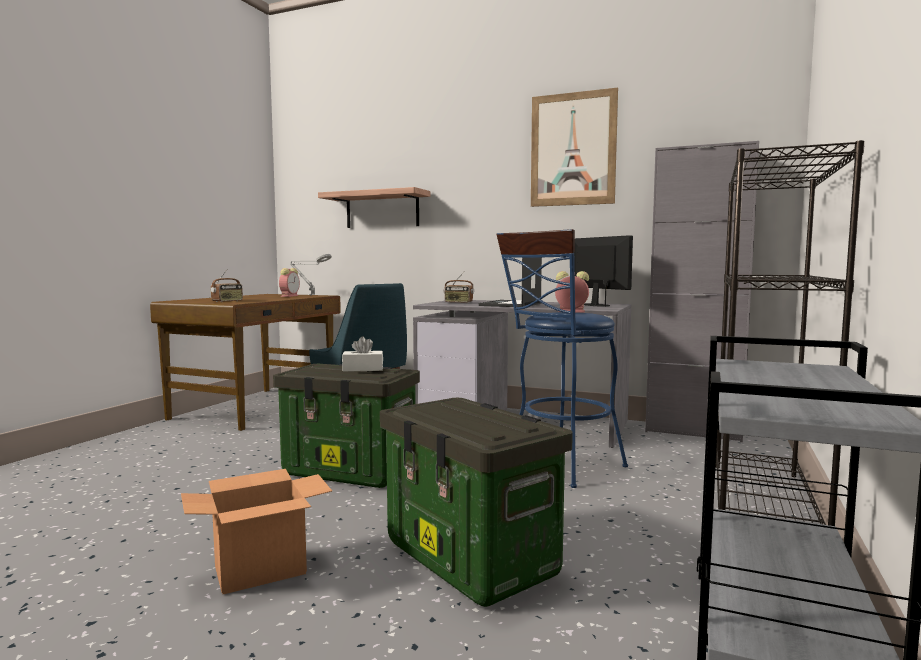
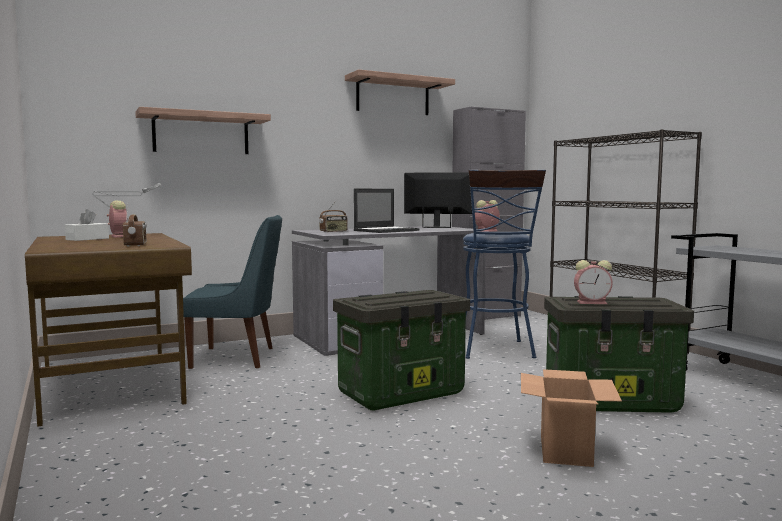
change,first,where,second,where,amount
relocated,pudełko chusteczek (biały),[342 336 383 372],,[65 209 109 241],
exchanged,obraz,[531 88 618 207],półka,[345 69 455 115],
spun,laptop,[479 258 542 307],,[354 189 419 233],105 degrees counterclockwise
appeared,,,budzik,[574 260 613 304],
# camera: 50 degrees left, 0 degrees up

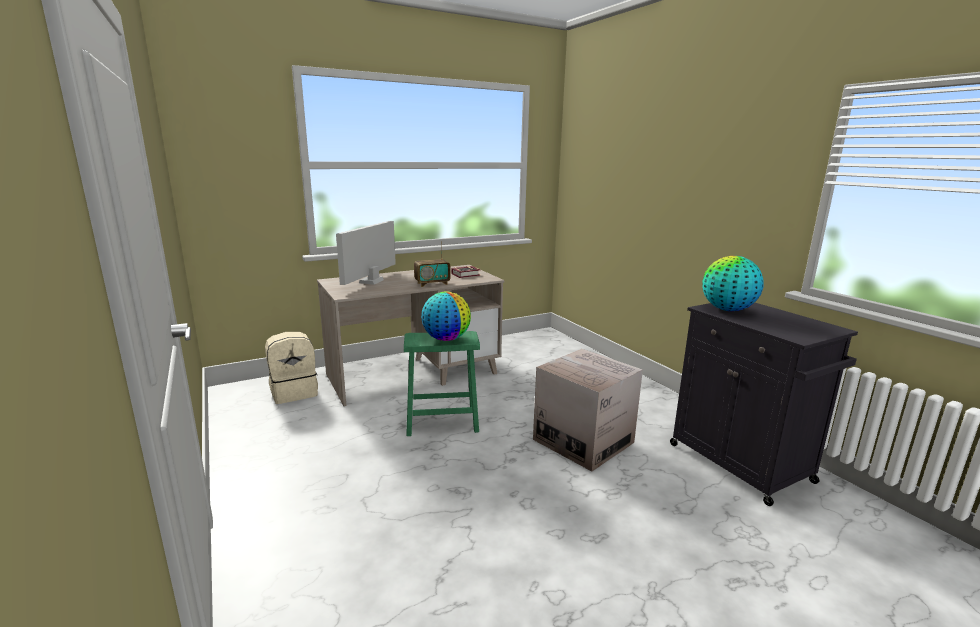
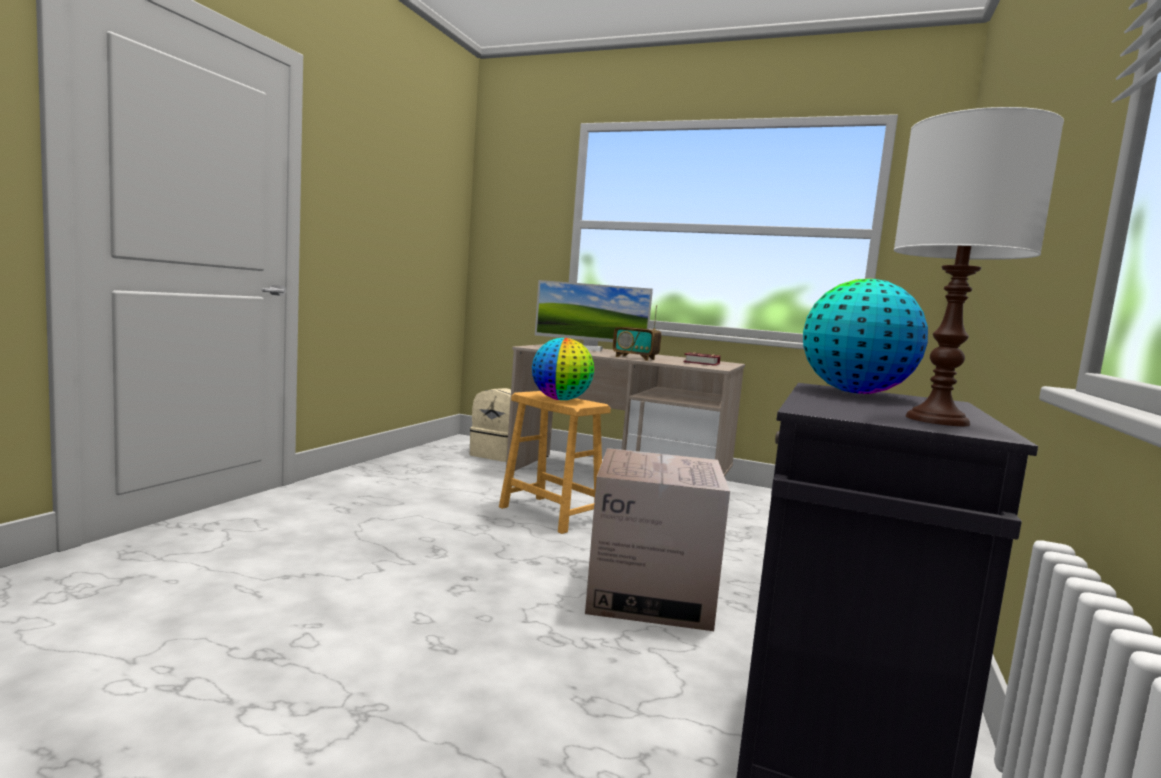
change,first,where,second,where,amount
colour,stołek (zielony),[404 331 480 436],stołek (brązowy),[499 391 611 534],
spun,monitor,[336 221 396 285],,[535 280 653 351],150 degrees counterclockwise
appeared,,,lampa stołowa (biały),[894 107 1064 426],
# camera: 50 degrees right, 10 degrees down

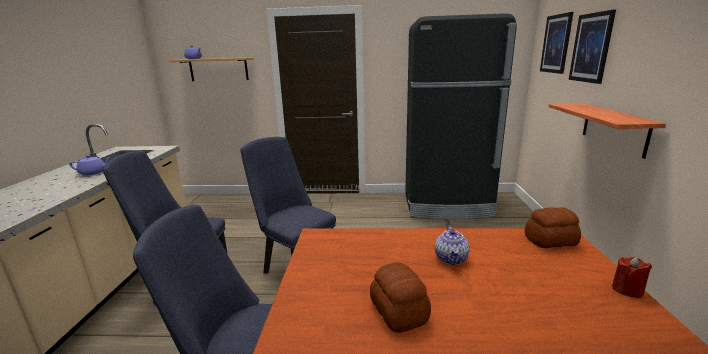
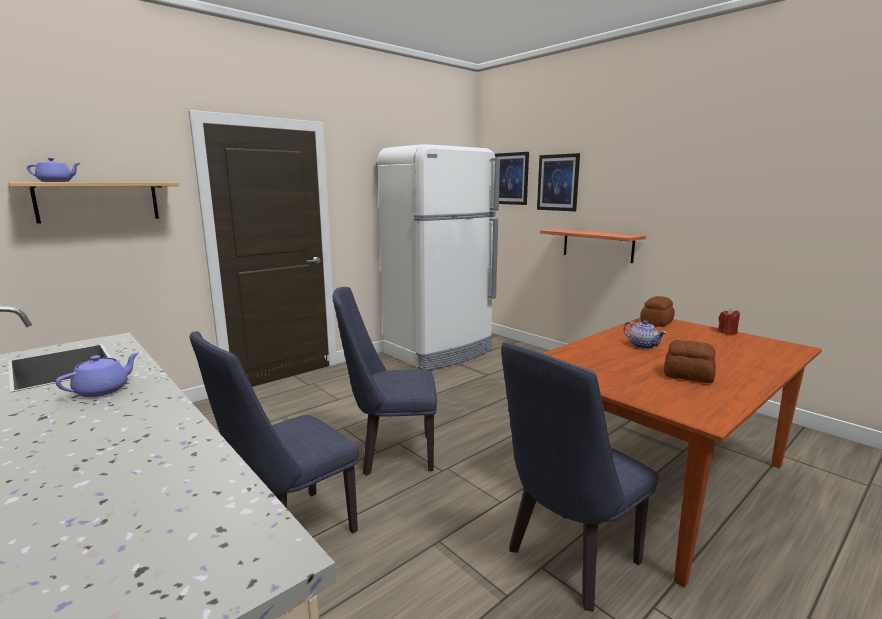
change,first,where,second,where,amount
colour,lodówka (czarny),[405 13 517 220],lodówka (biały),[378 144 500 370],
# camera: 45 degrees left, 5 degrees down

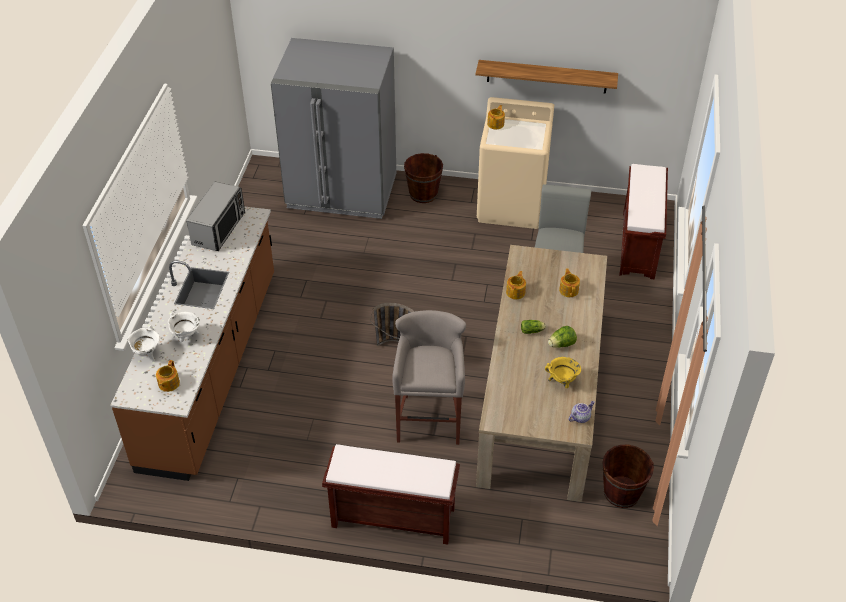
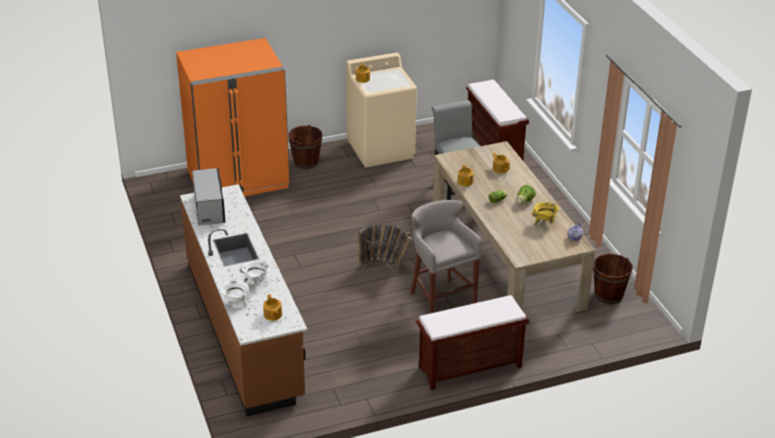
change,first,where,second,where,amount
colour,lodówka (szary),[271 38 396 219],lodówka (pomarańczowy),[176 38 290 196],
missing,półka,[476 60 618 94],,,
# camera: 30 degrees left, 10 degrees down

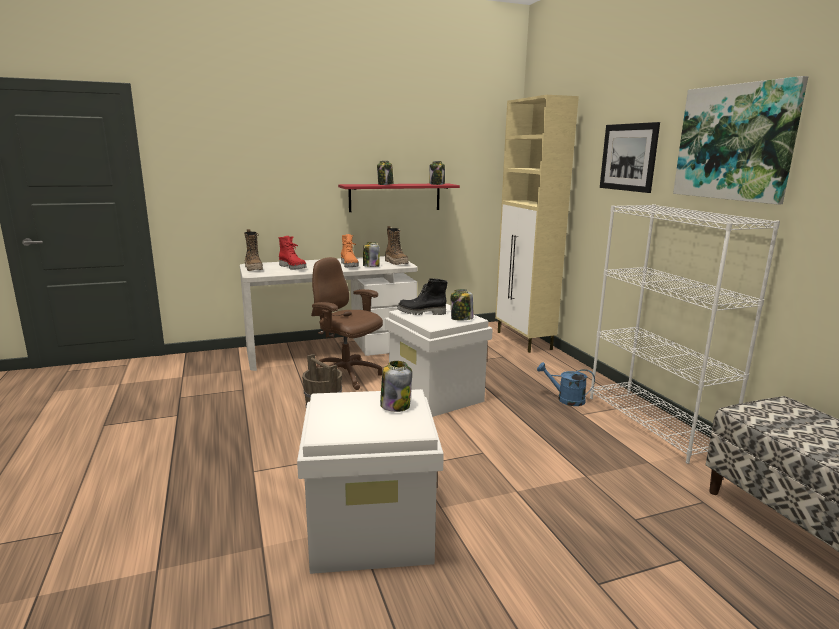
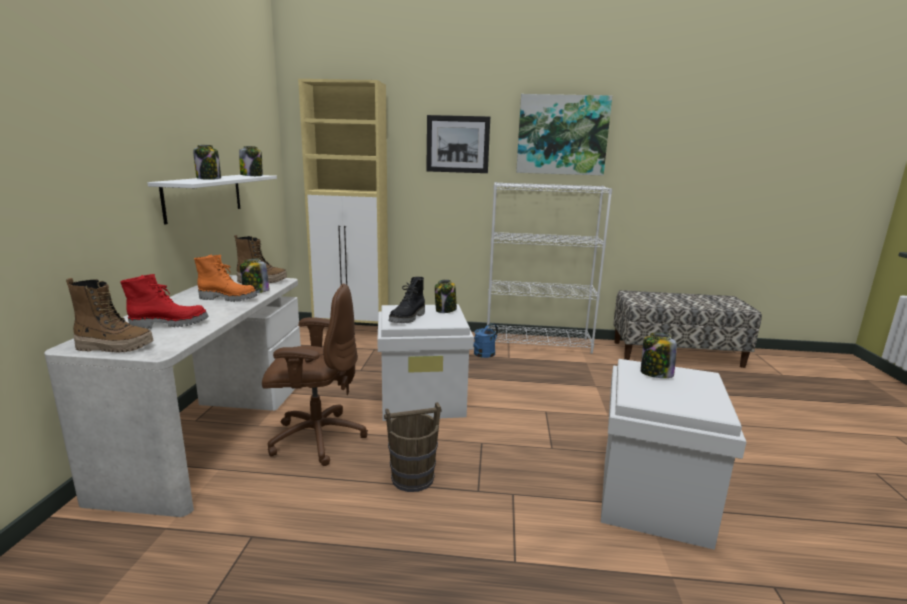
change,first,where,second,where,amount
colour,półka (czerwony),[338 183 460 212],półka (biały),[147 175 277 224],
spun,krzesło biurowe (brązowy),[311 257 383 390],,[262 284 368 466],150 degrees counterclockwise
# camera: 65 degrees left, 0 degrees up

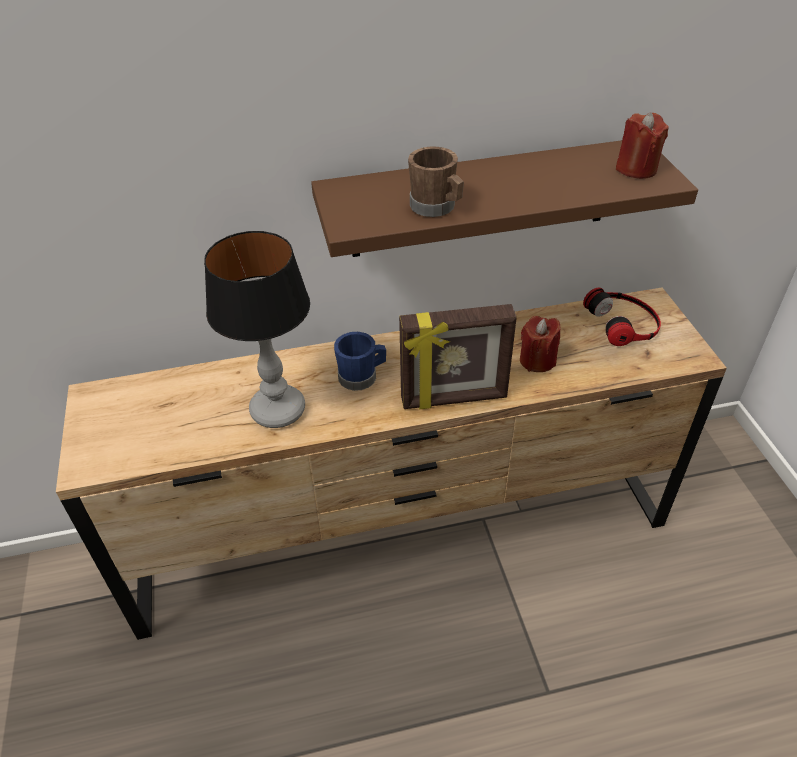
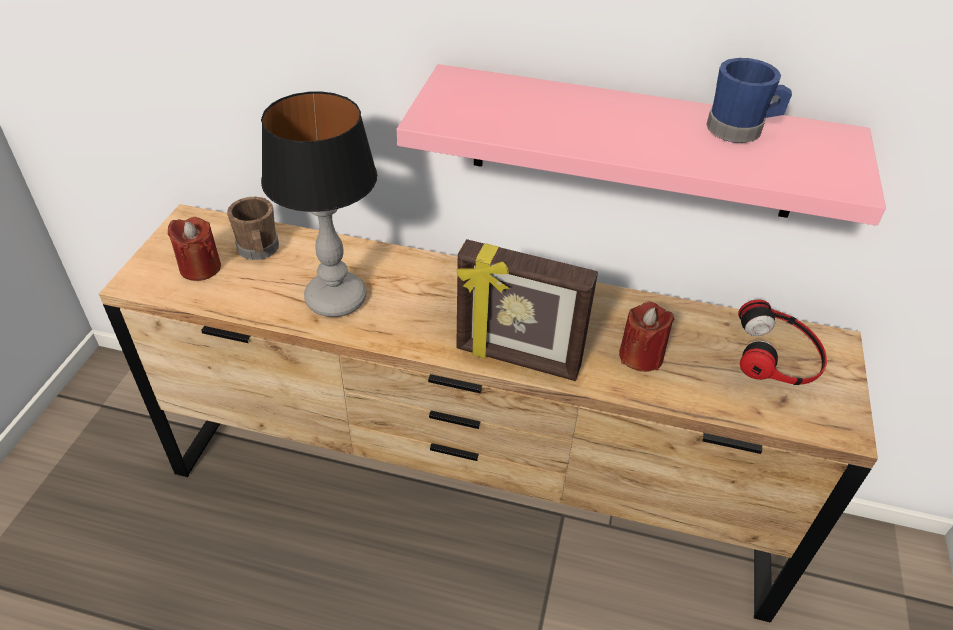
change,first,where,second,where,amount
relocated,świeca (czerwony),[616 112 669 179],,[168 217 221 281],
relocated,kubek (brązowy),[408 146 464 217],,[227 197 279 260],
colour,półka (brązowy),[311 140 698 257],półka (różowy),[397 64 886 226],
relocated,kubek (niebieski),[334 332 386 391],,[706 58 792 143],
# camera: 25 degrees right, 0 degrees up

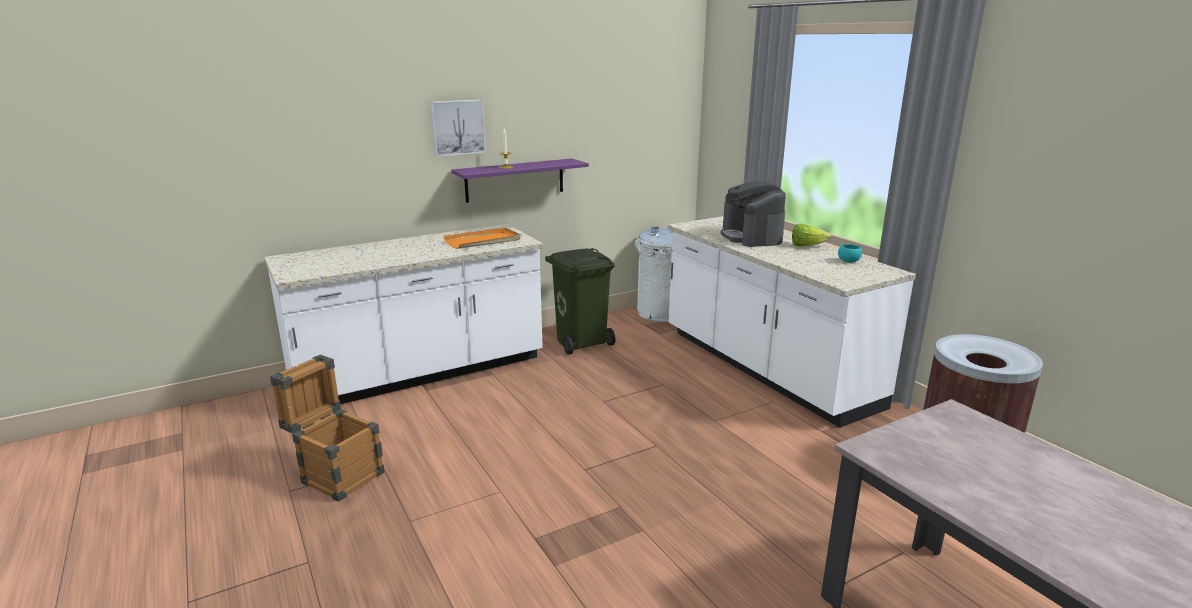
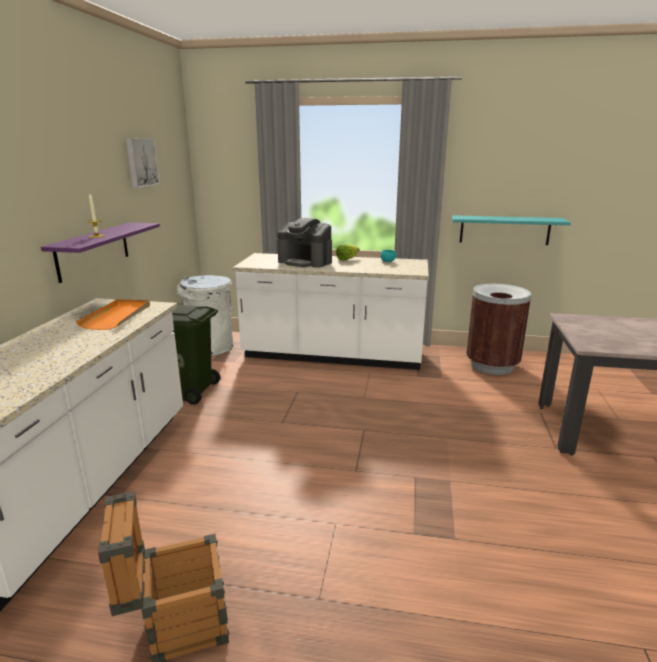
change,first,where,second,where,amount
relocated,obraz,[430 100 486 157],,[126 138 160 188],
appeared,,,półka (turkusowy),[452 215 571 245],
# camera: 50 degrees left, 0 degrees up

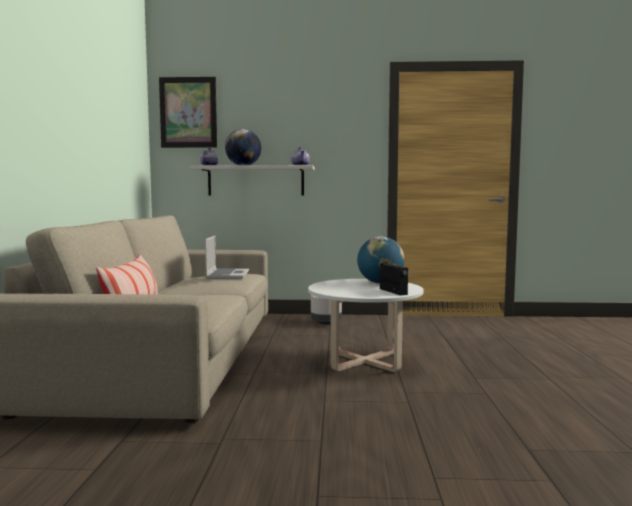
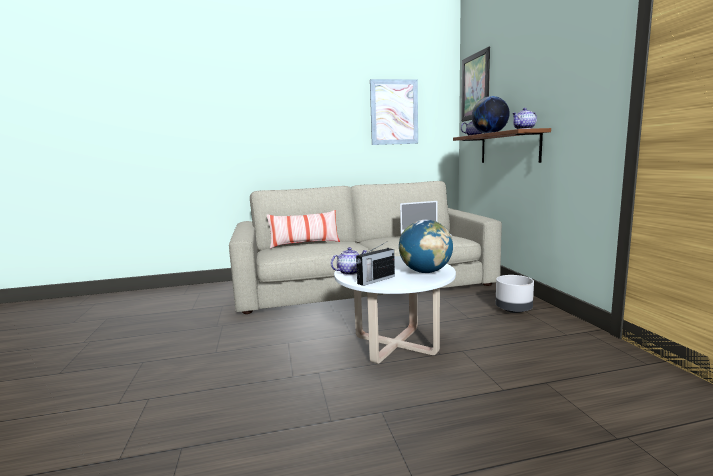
change,first,where,second,where,amount
appeared,,,imbryk,[331 247 367 275],
appeared,,,obraz,[370 79 418 145],
colour,półka (biały),[189 165 314 195],półka (brązowy),[453 128 551 163],
# camera: 75 degrees right, 5 degrees up

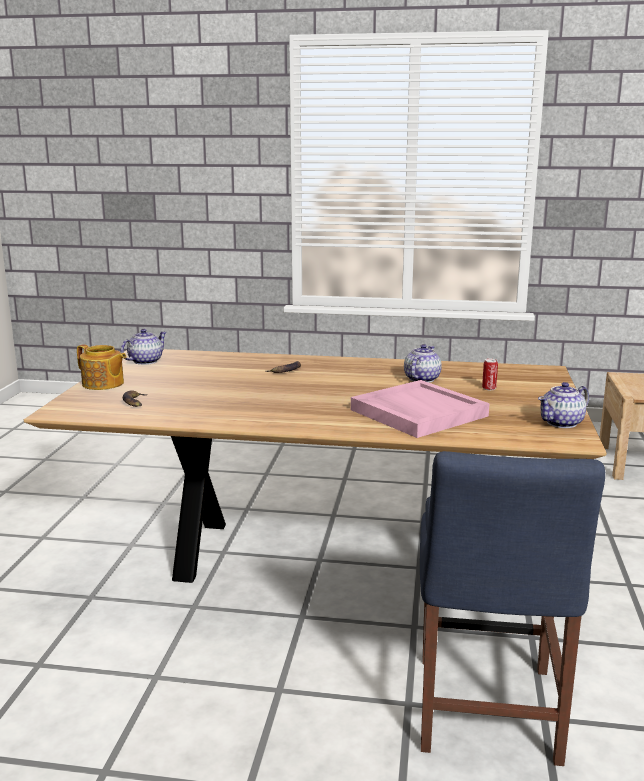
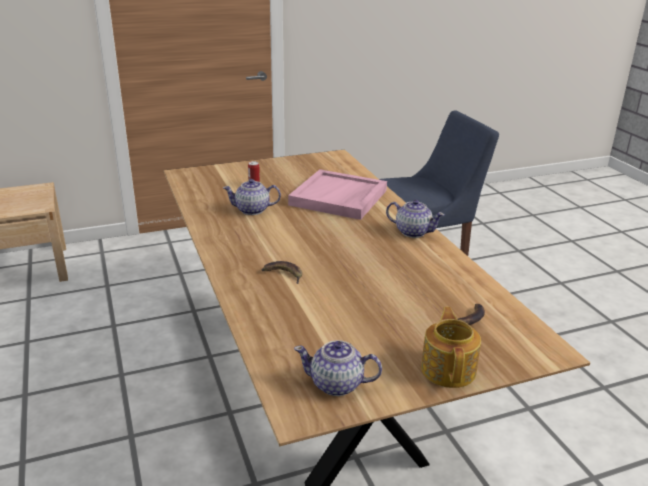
change,first,where,second,where,amount
relocated,imbryk,[538 382 589 428],,[386 200 445 238],
# camera: 120 degrees left, 10 degrees up

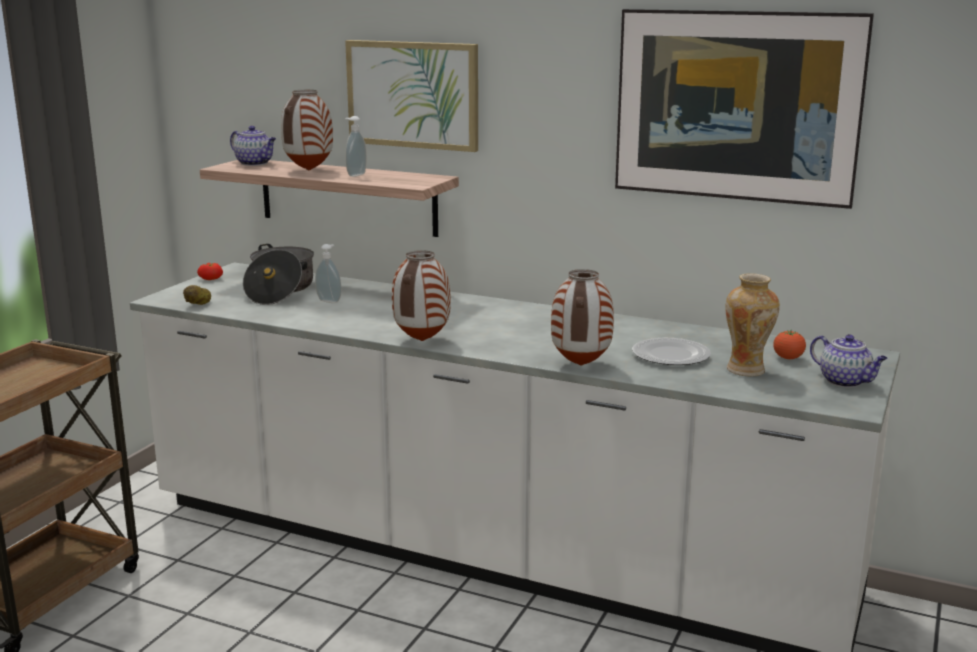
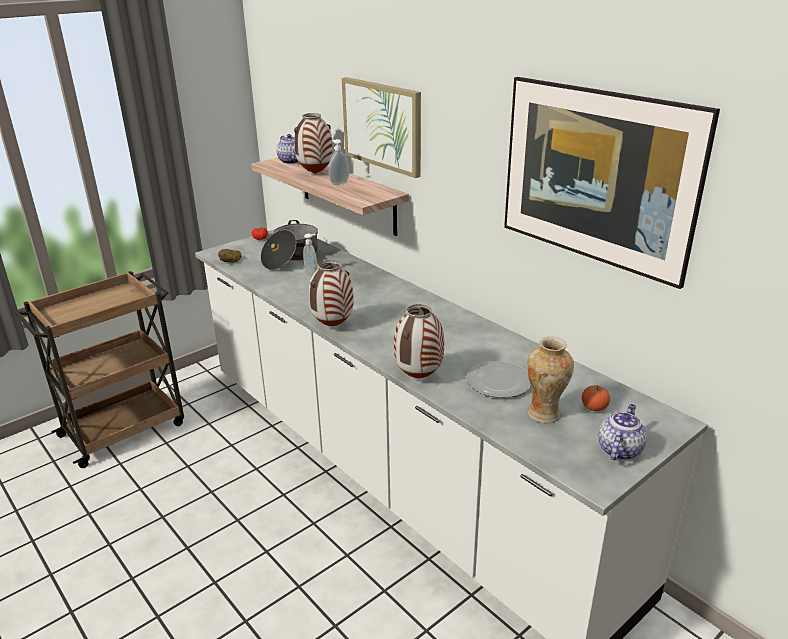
change,first,where,second,where,amount
spun,imbryk,[810 334 888 387],,[598 404 647 460],135 degrees counterclockwise
# camera: 25 degrees right, 10 degrees up

